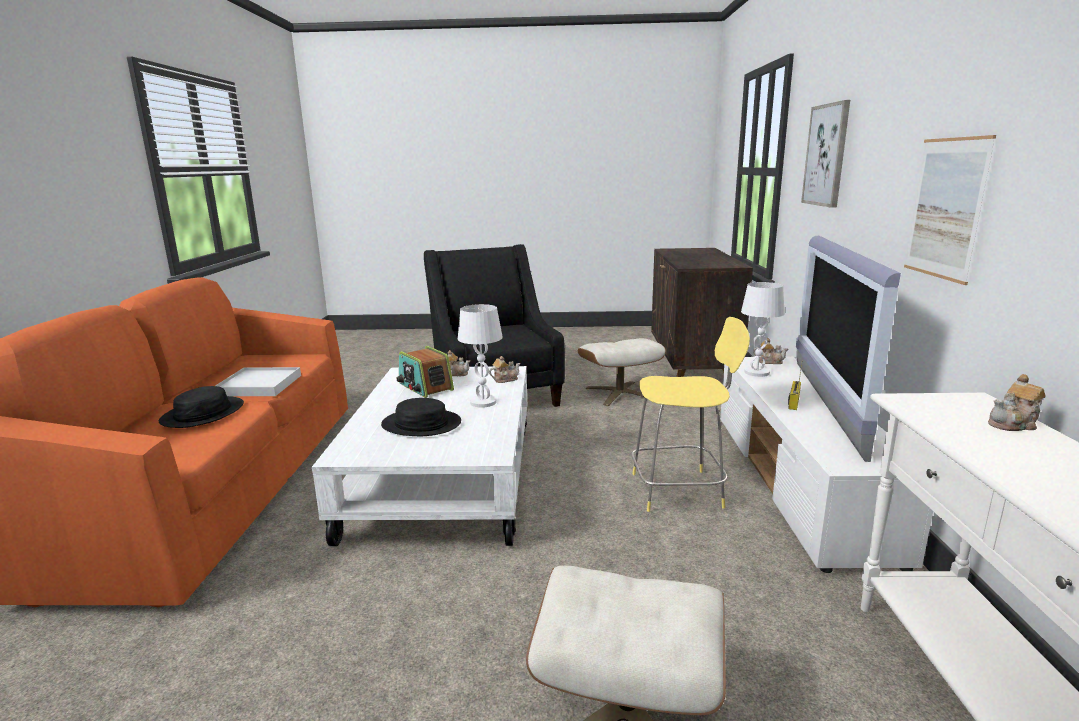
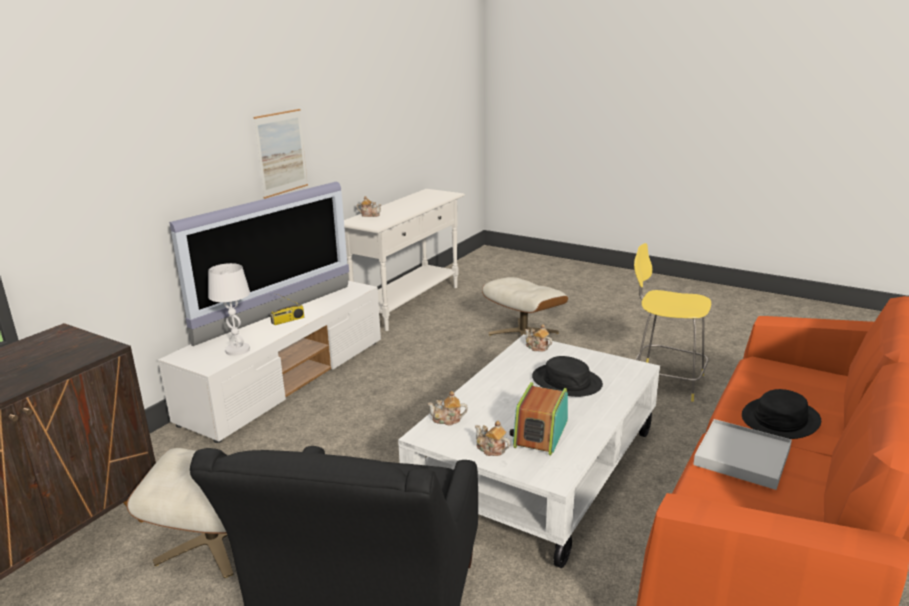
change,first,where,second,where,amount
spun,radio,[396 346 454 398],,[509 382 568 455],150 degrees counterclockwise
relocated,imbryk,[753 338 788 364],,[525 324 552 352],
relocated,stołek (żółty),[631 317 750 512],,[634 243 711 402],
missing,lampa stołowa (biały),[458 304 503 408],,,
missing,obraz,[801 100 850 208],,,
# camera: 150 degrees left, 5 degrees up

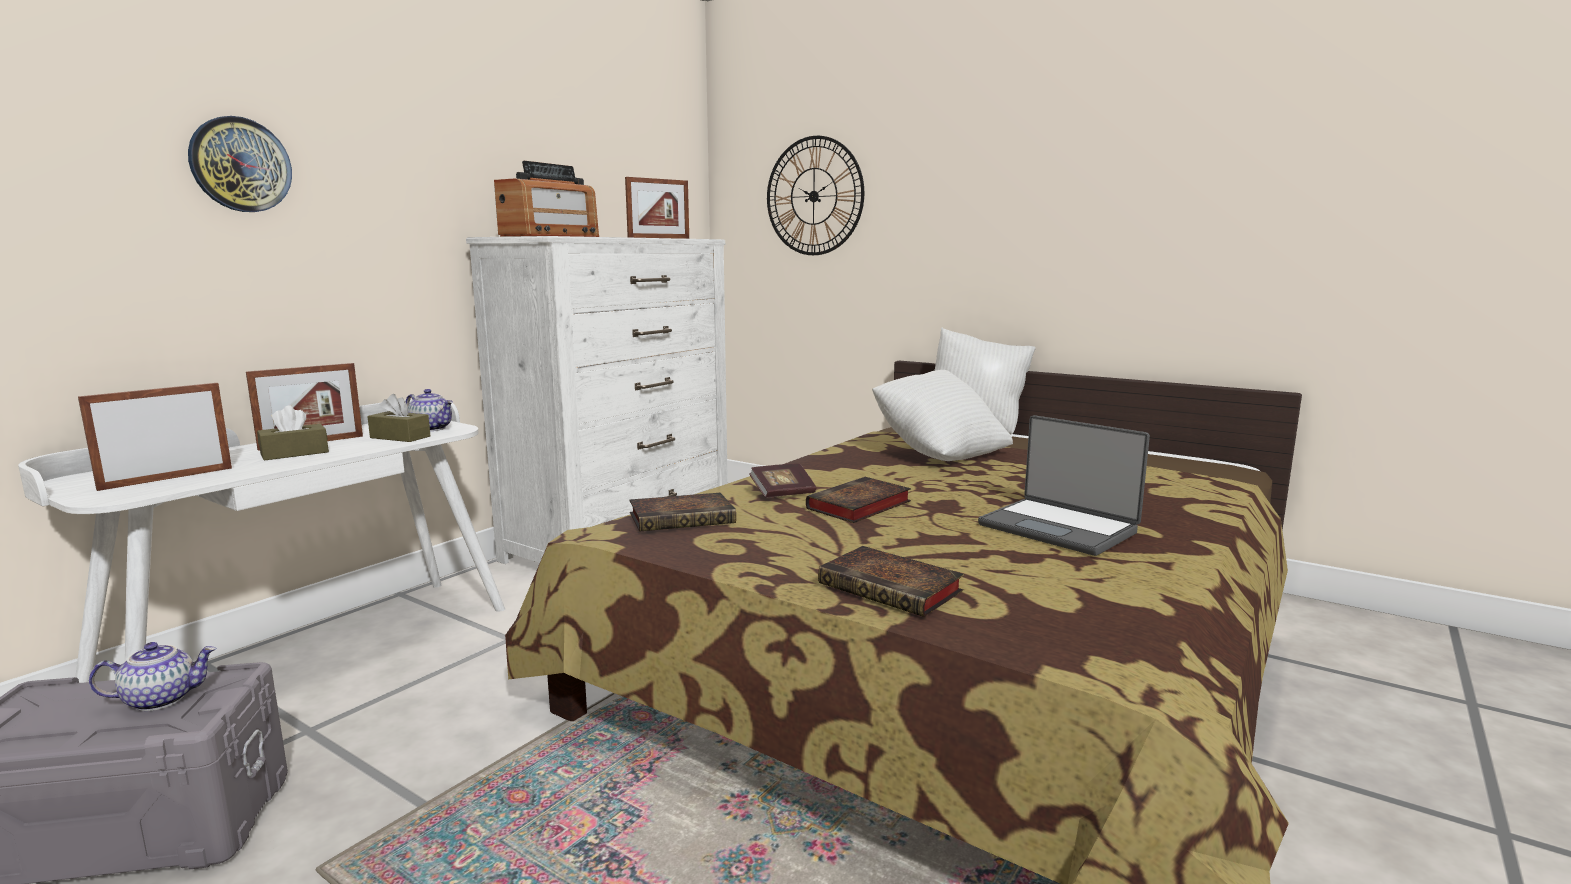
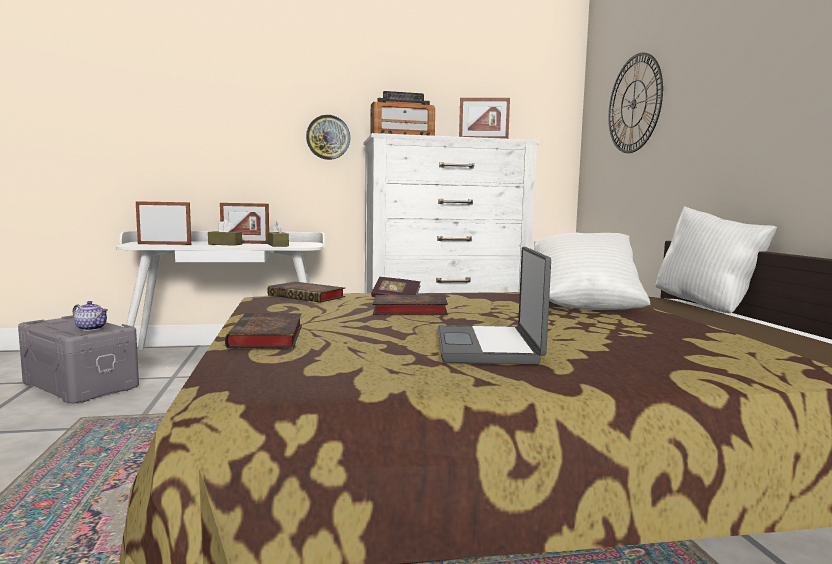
change,first,where,second,where,amount
relocated,zegar ścienny,[188 116 292 212],,[306 115 350 160],
missing,imbryk,[406 389 453 431],,,
# camera: 45 degrees right, 5 degrees down

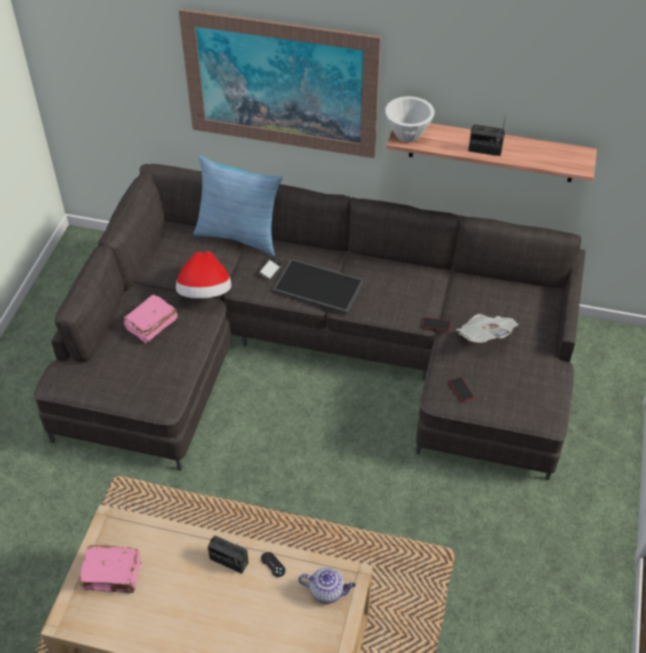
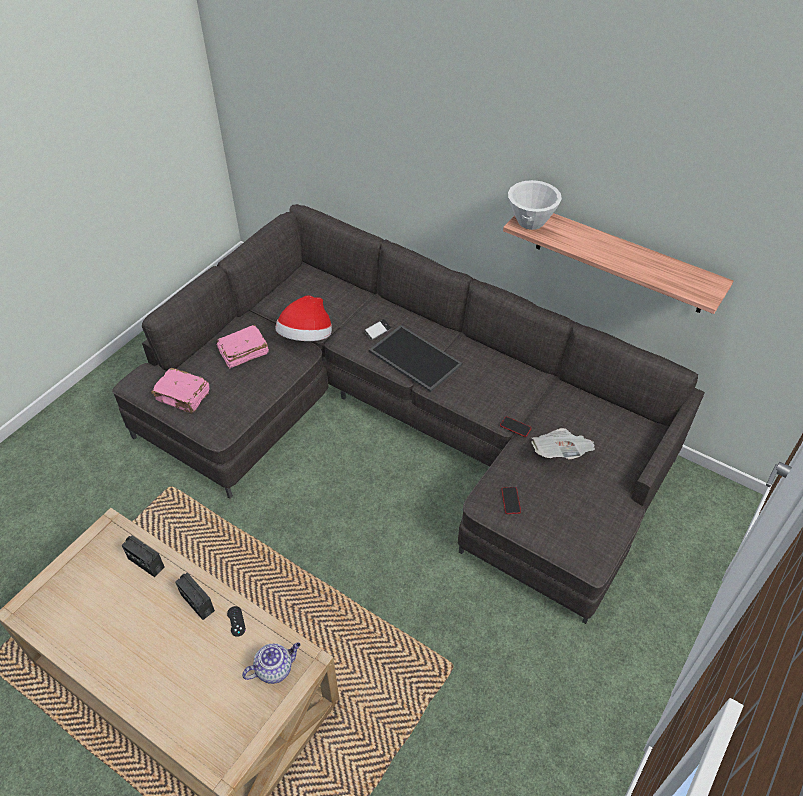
change,first,where,second,where,amount
relocated,radio,[468 115 506 156],,[122 535 164 577],
relocated,książka (różowy),[79 545 142 593],,[151 368 210 414],
spun,imbryk,[298 568 356 604],,[242 643 301 684],60 degrees counterclockwise
missing,obraz,[179 8 381 158],,,
missing,poduszka,[193 155 283 256],,,
# camera: 20 degrees right, 0 degrees up

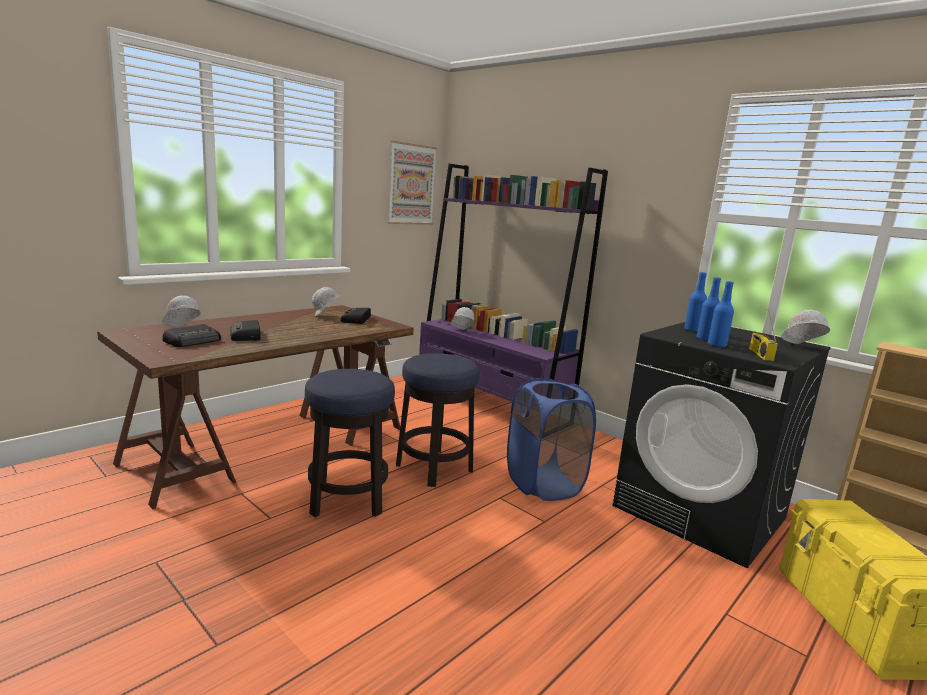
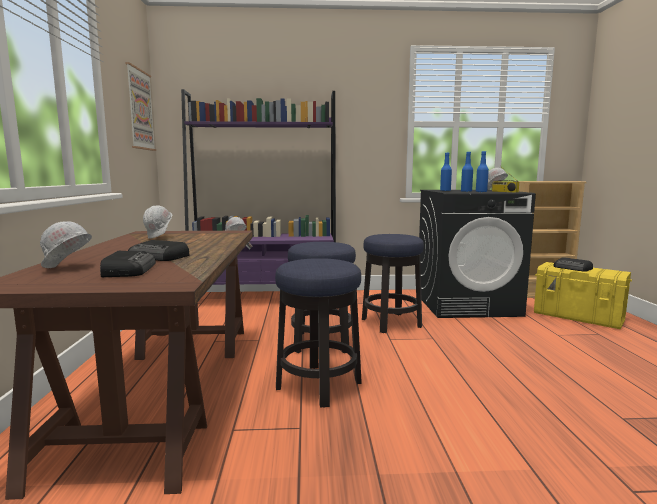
change,first,where,second,where,amount
exchanged,kosz na pranie (niebieski),[507 378 596 501],stołek,[362 234 424 333],
relocated,radio,[341 308 371 324],,[553 257 593 272],
# camera: 45 degrees left, 5 degrees down

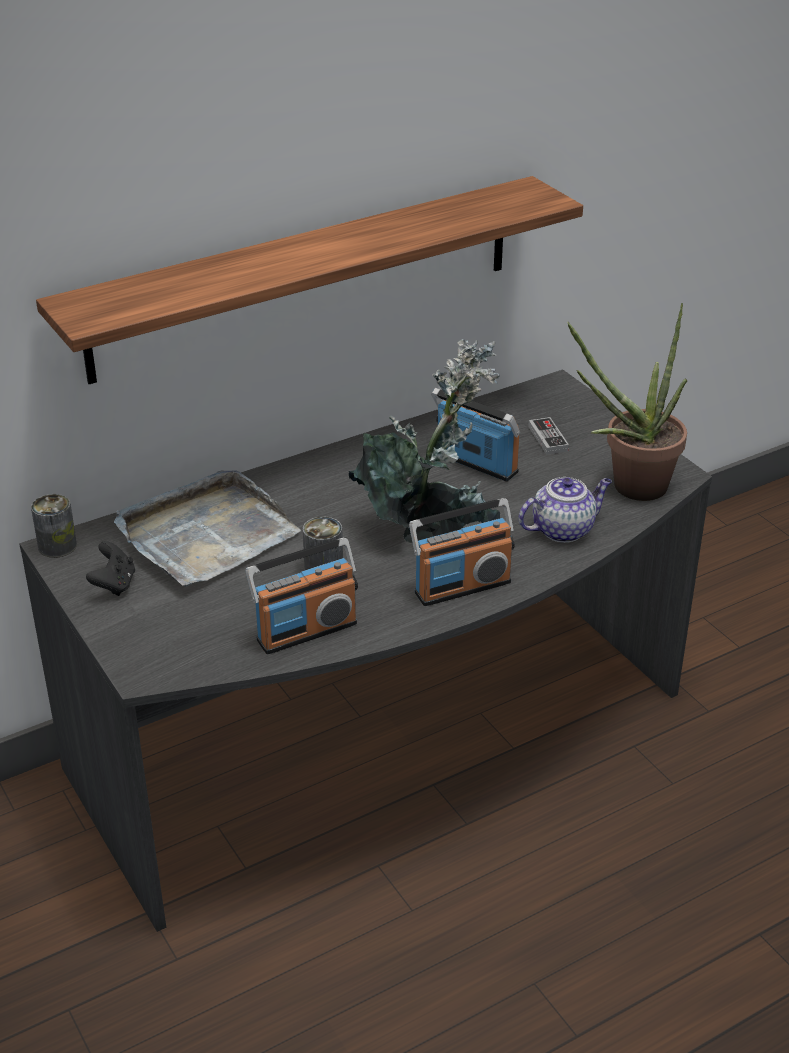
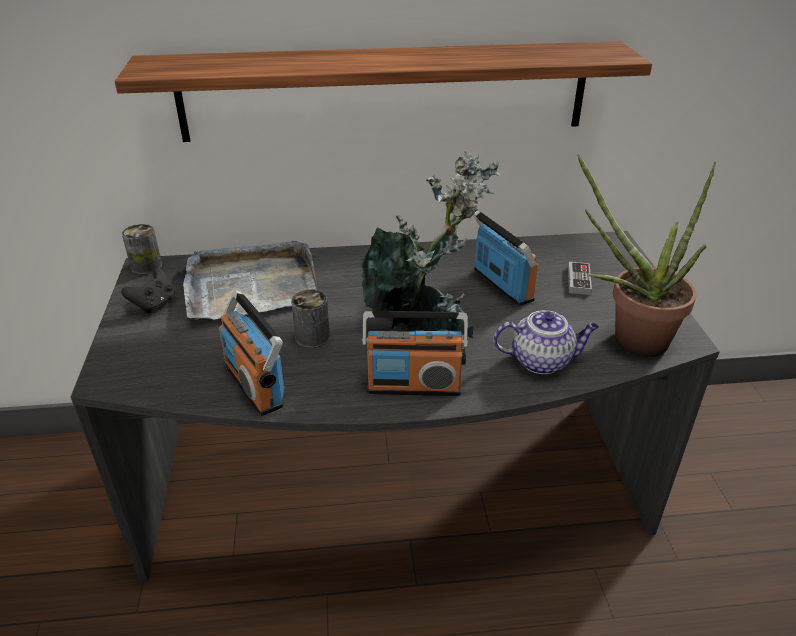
change,first,where,second,where,amount
spun,radio,[246 538 358 654],,[219 291 284 416],60 degrees clockwise
# camera: 25 degrees right, 0 degrees up

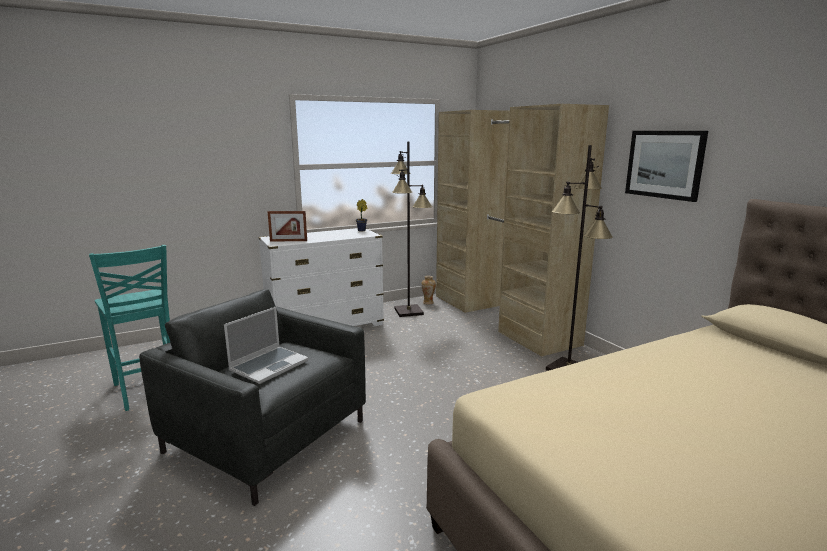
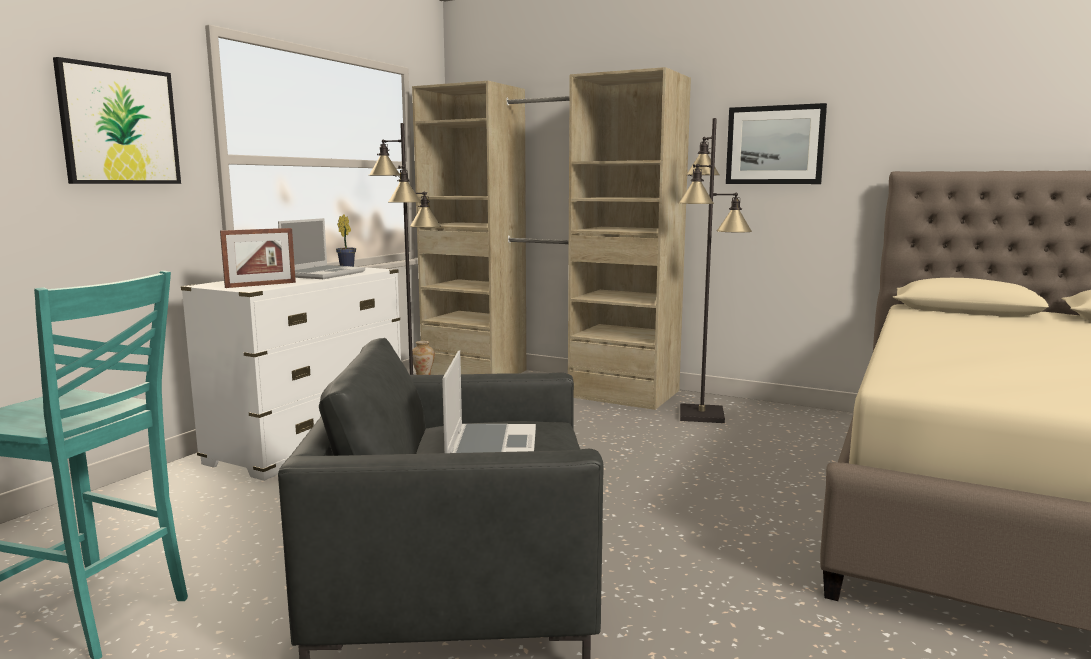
change,first,where,second,where,amount
appeared,,,obraz,[53 57 181 184],
appeared,,,laptop,[278 218 365 279],
# camera: 35 degrees left, 5 degrees down

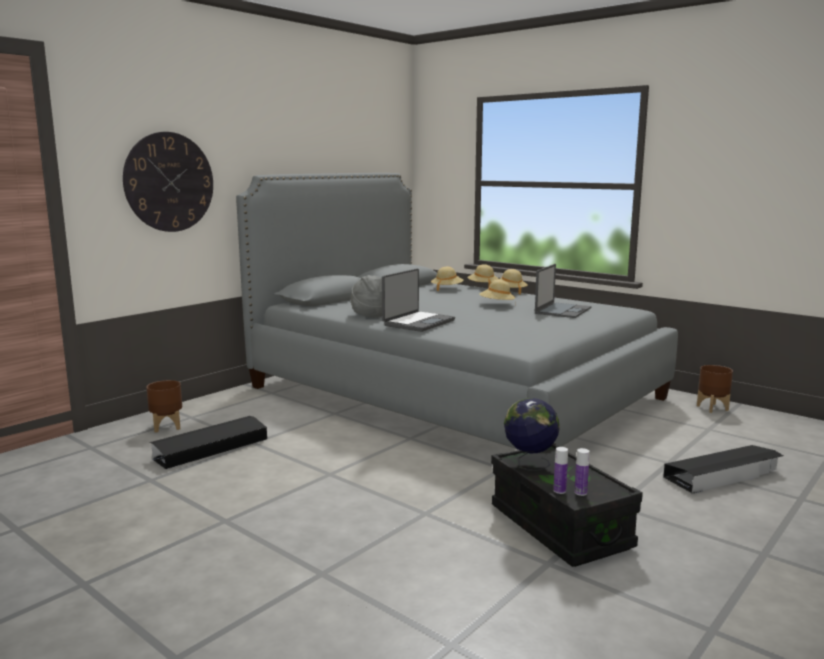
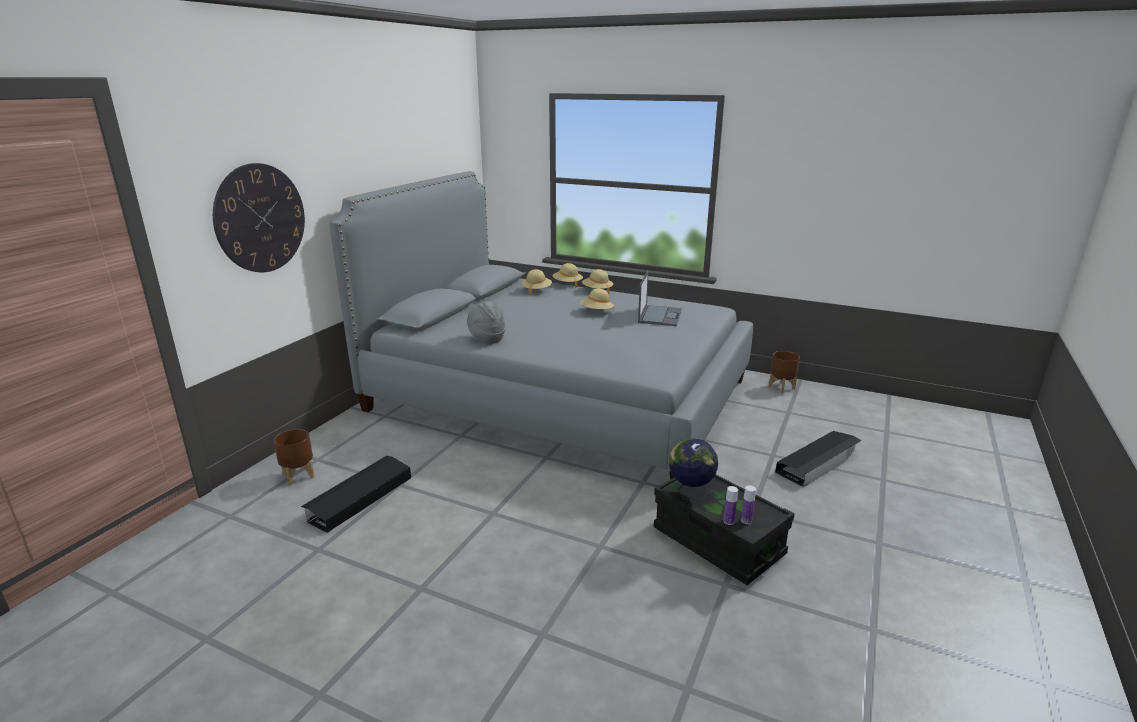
change,first,where,second,where,amount
missing,laptop,[382 269 455 332],,,
# camera: 15 degrees left, 10 degrees up

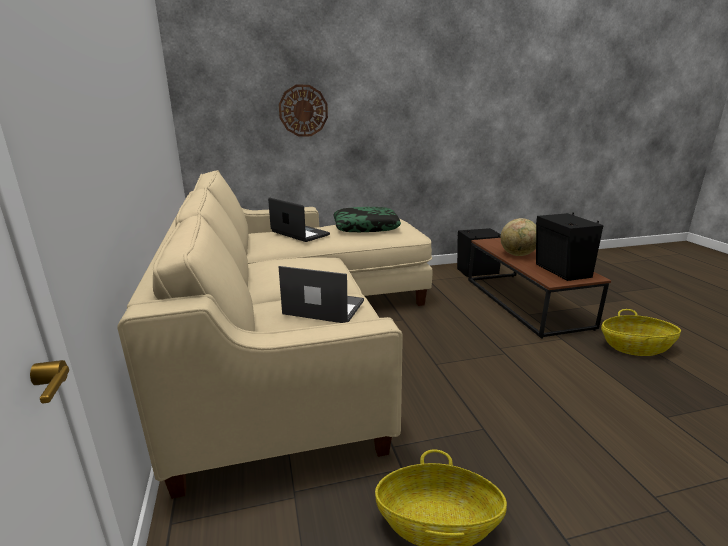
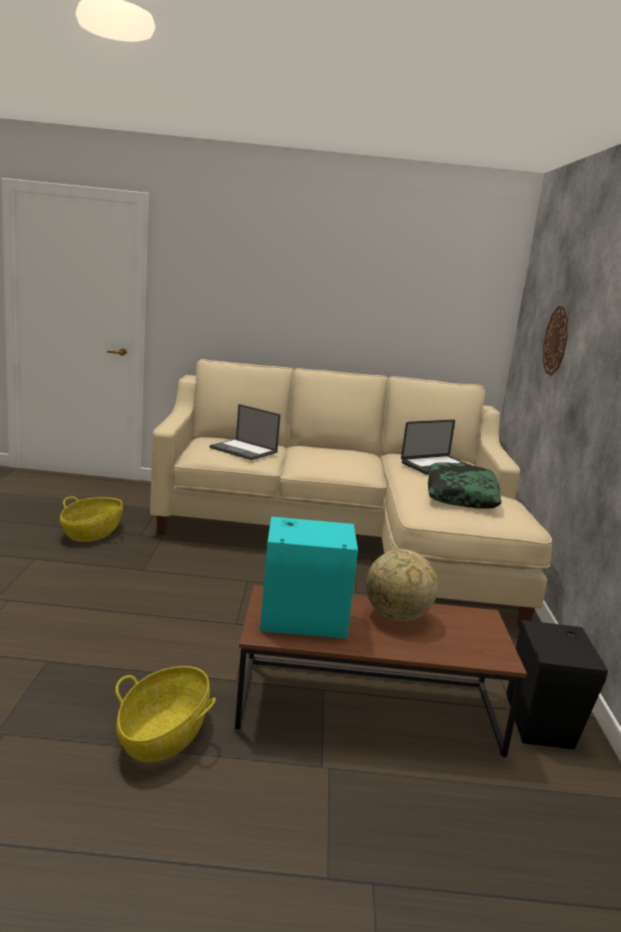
change,first,where,second,where,amount
spun,laptop,[278 266 364 323],,[210 404 281 460],90 degrees clockwise
colour,głośnik (czarny),[536 213 604 281],głośnik (turkusowy),[260 517 358 639],
# camera: 105 degrees right, 5 degrees down

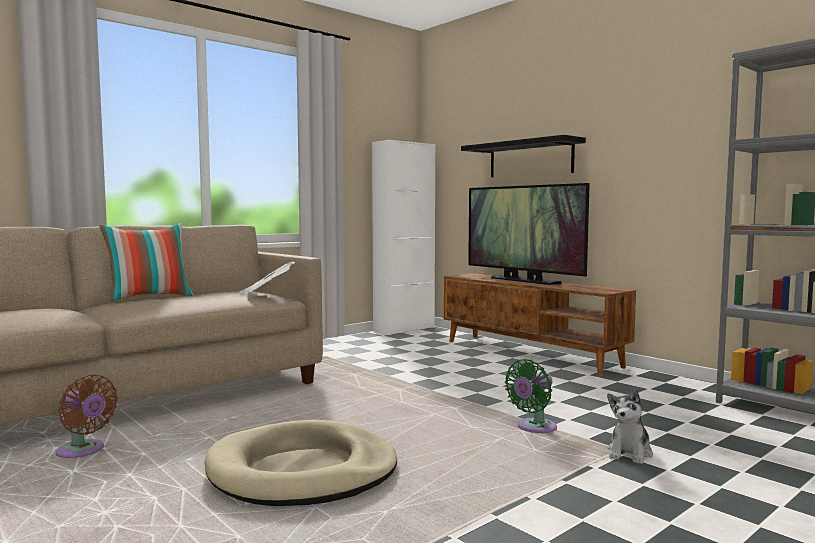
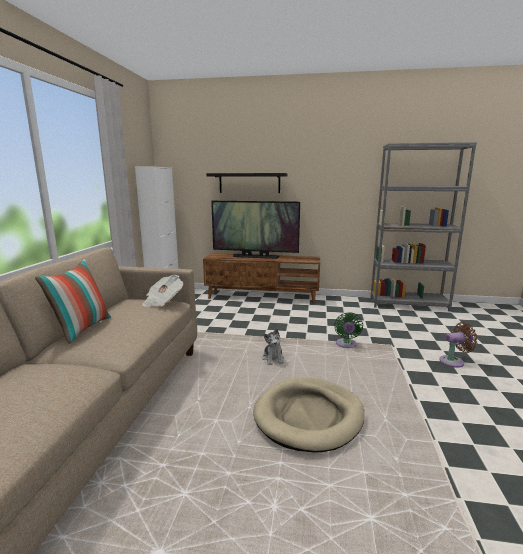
change,first,where,second,where,amount
relocated,pluszak,[607 388 653 464],,[262 328 284 365],
relocated,wentylator (brązowy),[56 374 118 458],,[439 322 478 368],
# camera: 40 degrees left, 10 degrees up

